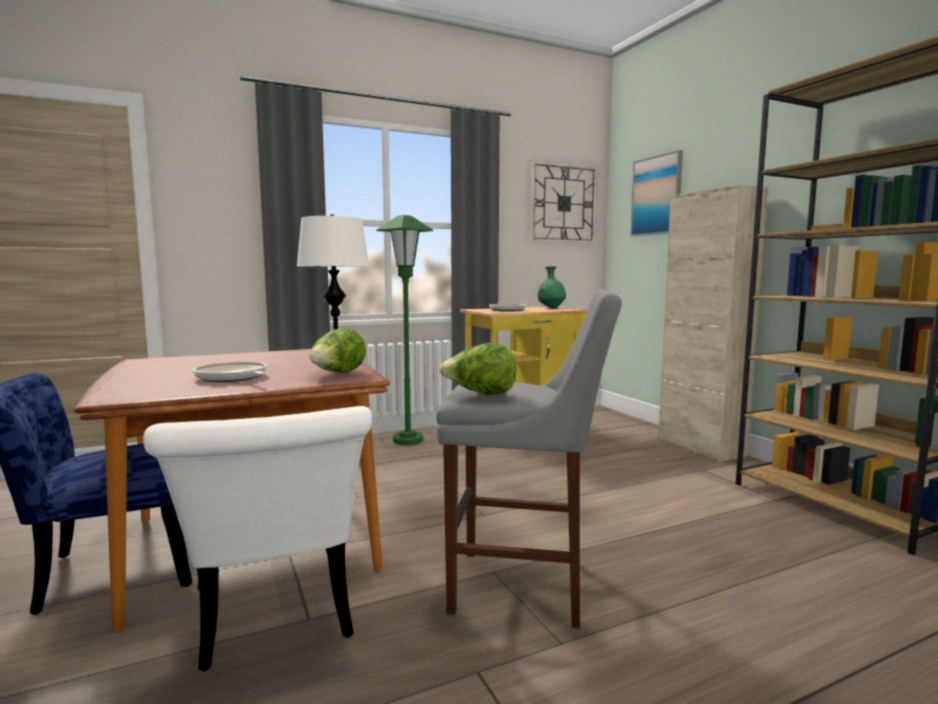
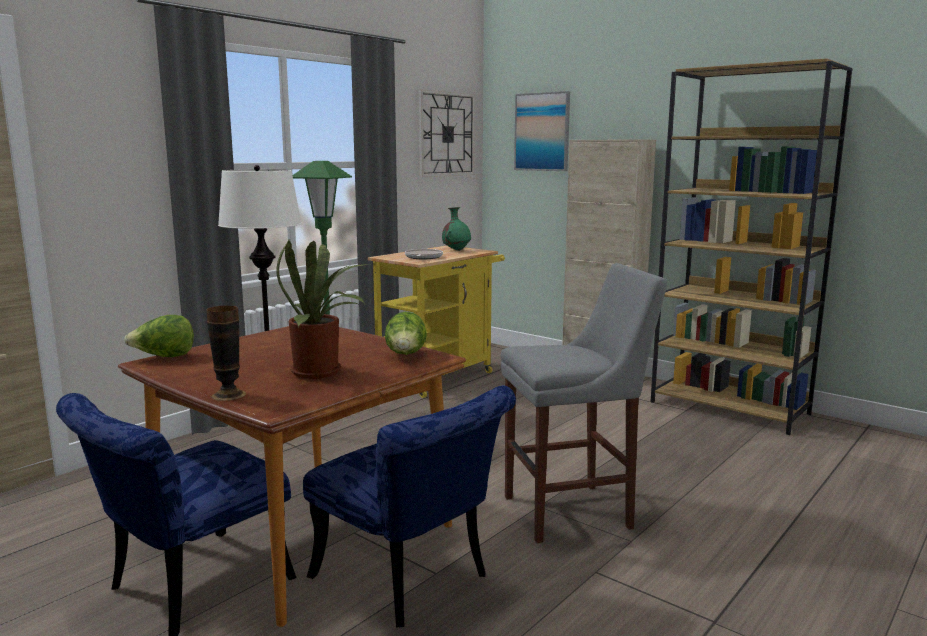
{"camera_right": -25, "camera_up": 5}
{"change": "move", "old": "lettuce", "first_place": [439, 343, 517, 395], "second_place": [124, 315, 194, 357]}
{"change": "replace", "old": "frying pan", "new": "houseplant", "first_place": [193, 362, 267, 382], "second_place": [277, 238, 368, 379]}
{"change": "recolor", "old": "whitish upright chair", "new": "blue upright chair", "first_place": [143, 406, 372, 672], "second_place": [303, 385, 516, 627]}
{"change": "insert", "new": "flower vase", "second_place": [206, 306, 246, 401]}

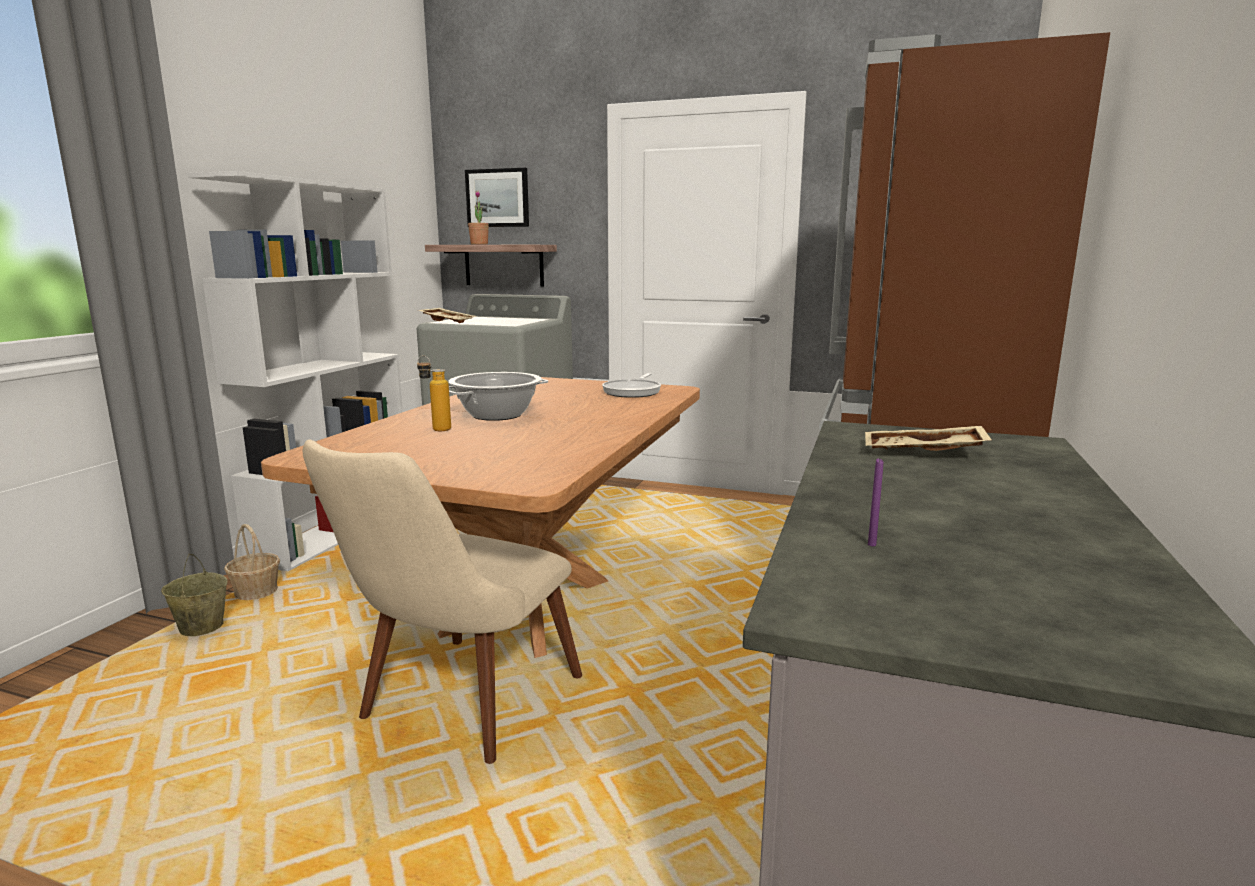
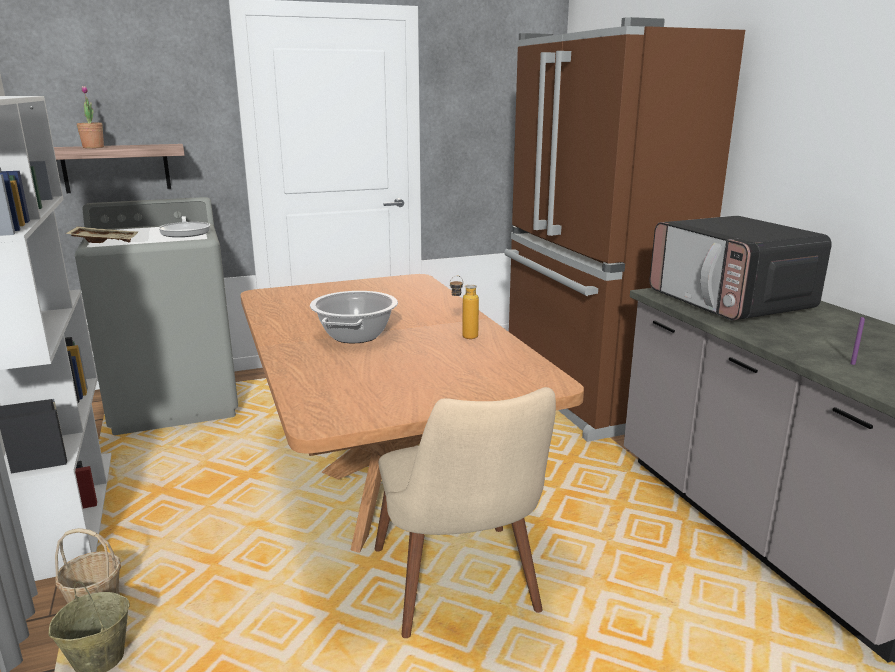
{"camera_right": -40, "camera_up": 5}
{"change": "delete", "old": "wall art", "first_place": [465, 168, 529, 227]}
{"change": "move", "old": "bottle", "first_place": [417, 355, 451, 431], "second_place": [450, 276, 479, 339]}
{"change": "move", "old": "frying pan", "first_place": [602, 373, 661, 398], "second_place": [158, 216, 210, 237]}
{"change": "replace", "old": "beige carrying tray", "new": "microwave", "first_place": [865, 426, 992, 451], "second_place": [650, 216, 832, 321]}

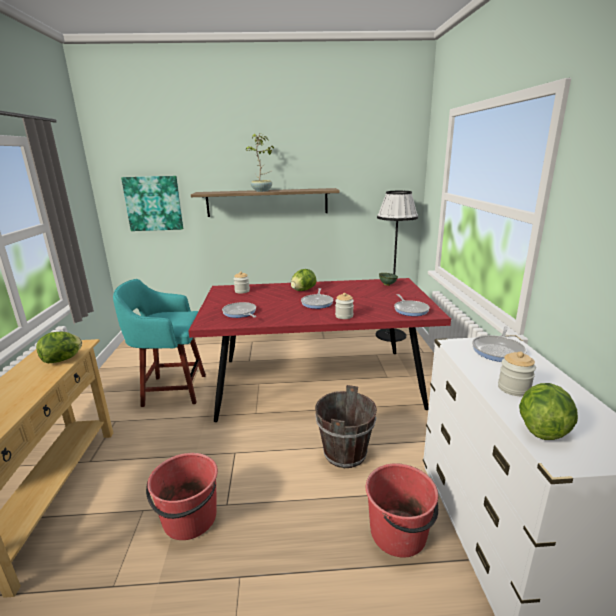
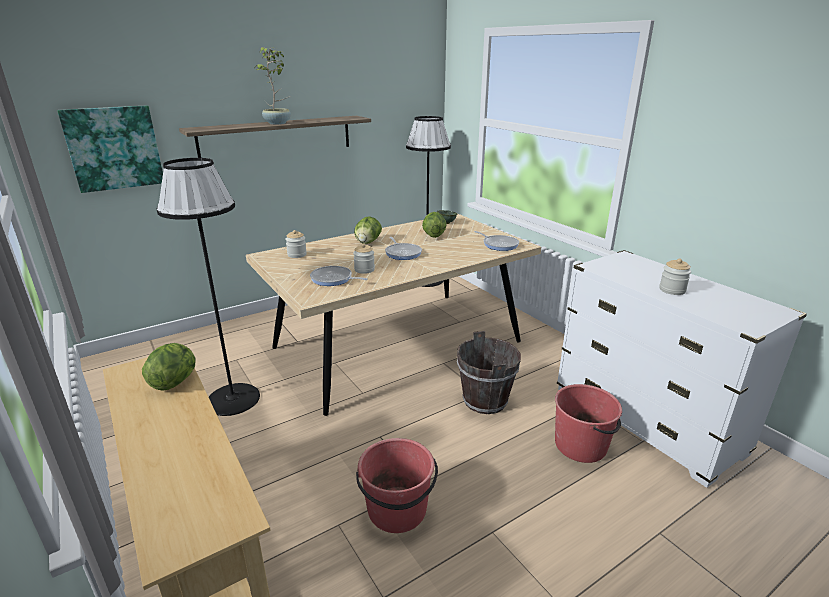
{"camera_right": -30, "camera_up": 5}
{"change": "recolor", "old": "reddish dinner table", "new": "beige dinner table", "first_place": [188, 278, 451, 422], "second_place": [246, 214, 541, 416]}
{"change": "replace", "old": "turquoise-coloured stool", "new": "black-coloured standing lamp", "first_place": [113, 279, 206, 407], "second_place": [157, 158, 260, 416]}
{"change": "move", "old": "storage jar", "first_place": [335, 293, 354, 319], "second_place": [353, 244, 375, 274]}
{"change": "delete", "old": "frying pan", "first_place": [472, 326, 527, 362]}
{"change": "move", "old": "lettuce", "first_place": [519, 383, 578, 440], "second_place": [422, 212, 447, 238]}

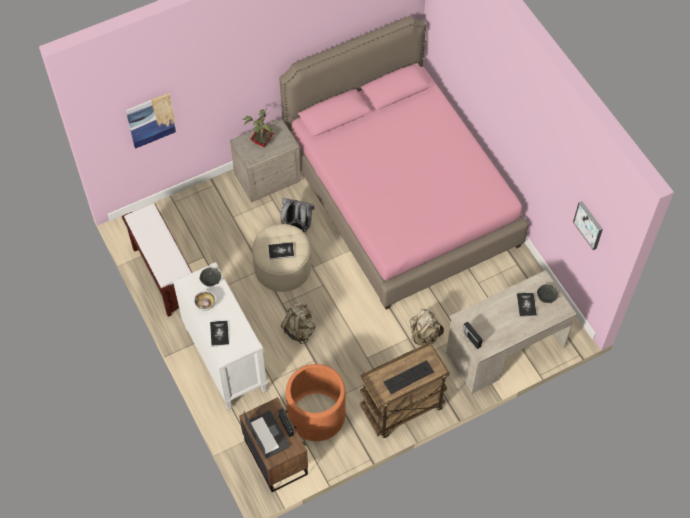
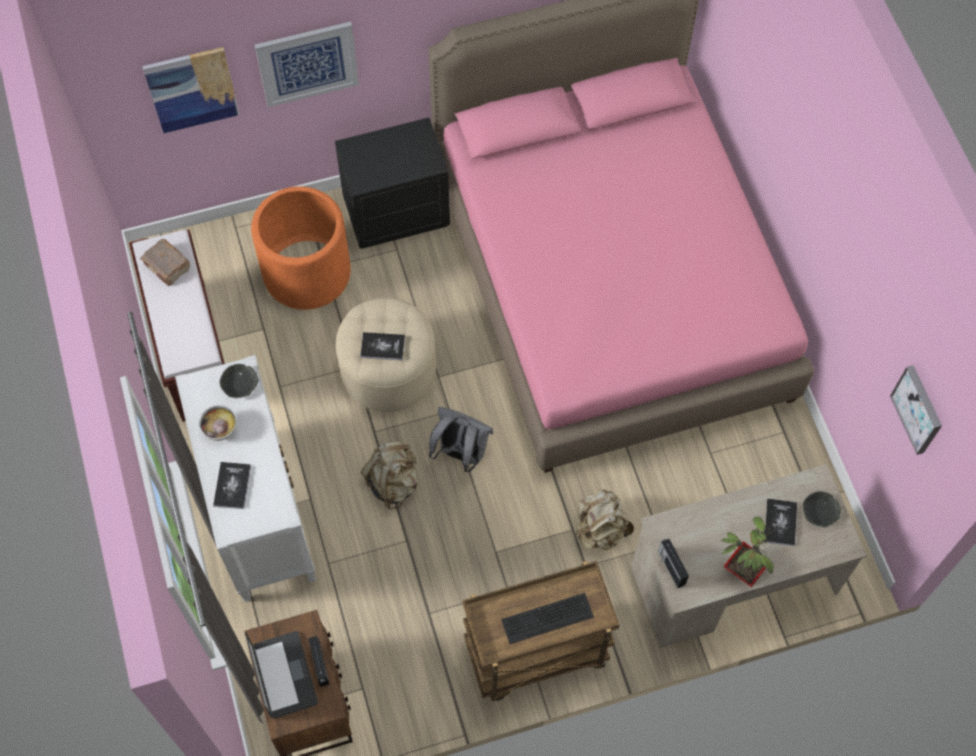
{"camera_right": 10, "camera_up": 5}
{"change": "move", "old": "houseplant", "first_place": [243, 107, 274, 147], "second_place": [720, 517, 775, 587]}
{"change": "recolor", "old": "beige night table", "new": "black-coloured night table", "first_place": [230, 118, 301, 202], "second_place": [335, 118, 450, 249]}
{"change": "move", "old": "gray backpack", "first_place": [281, 198, 315, 232], "second_place": [429, 407, 493, 472]}
{"change": "move", "old": "orange-coloured plant pot", "first_place": [286, 364, 346, 441], "second_place": [251, 186, 351, 310]}
{"change": "insert", "new": "wall art", "second_place": [255, 22, 359, 107]}
{"change": "insert", "new": "brown-coloured book", "second_place": [140, 239, 190, 286]}

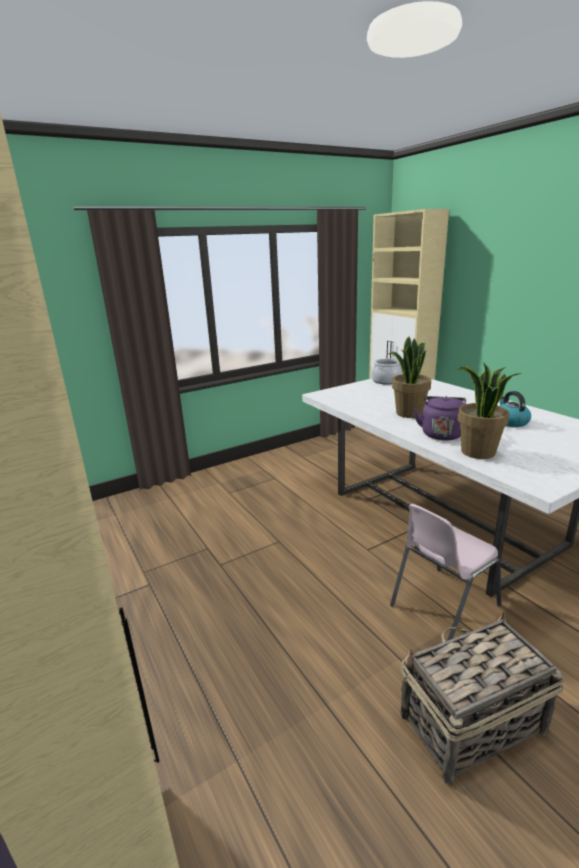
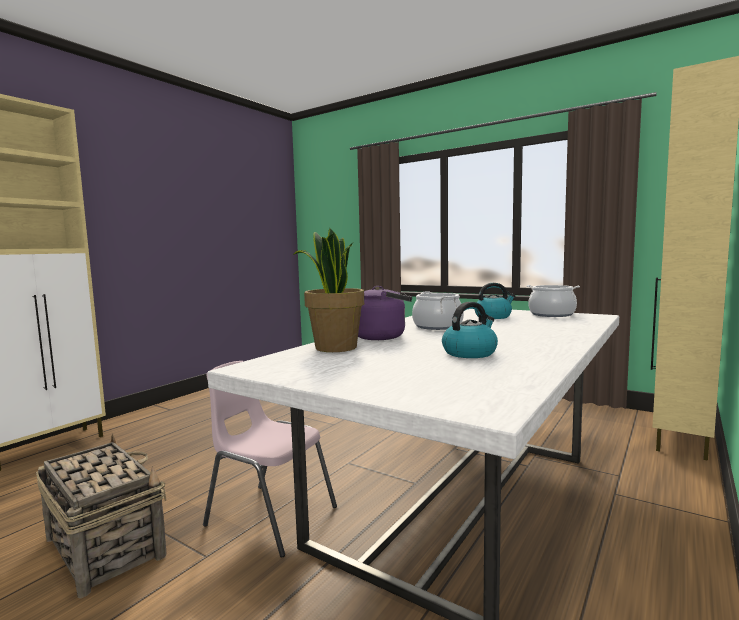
{"camera_right": 65, "camera_up": -15}
{"change": "replace", "old": "houseplant", "new": "cooking pot", "first_place": [389, 336, 431, 418], "second_place": [412, 292, 464, 330]}
{"change": "insert", "new": "kettle", "second_place": [475, 283, 515, 319]}

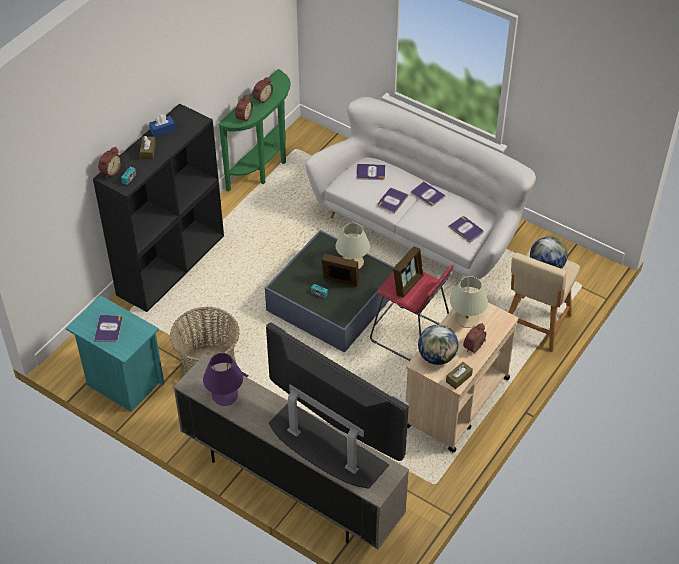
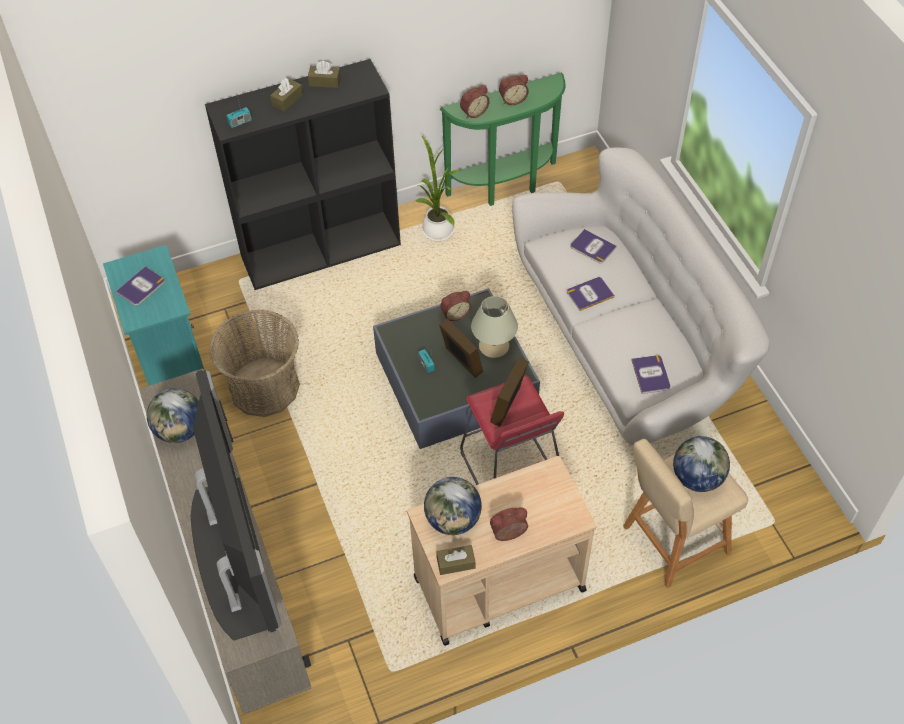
{"camera_right": 35, "camera_up": 5}
{"change": "recolor", "old": "blue tissue holder", "new": "brown-coloured tissue holder", "first_place": [149, 114, 176, 137], "second_place": [308, 61, 341, 88]}
{"change": "move", "old": "bedside clock", "first_place": [98, 147, 122, 178], "second_place": [440, 291, 472, 321]}
{"change": "delete", "old": "book", "first_place": [411, 181, 446, 206]}
{"change": "rotate", "old": "picture frame", "first_place": [393, 246, 423, 298], "second_place": [490, 357, 529, 427], "degrees": 135}
{"change": "delete", "old": "beige lamp for a table", "first_place": [450, 276, 488, 328]}
{"change": "replace", "old": "purple lamp for a table", "new": "globe", "first_place": [203, 353, 243, 406], "second_place": [147, 388, 199, 443]}
{"change": "insert", "new": "houseplant", "second_place": [416, 136, 462, 241]}

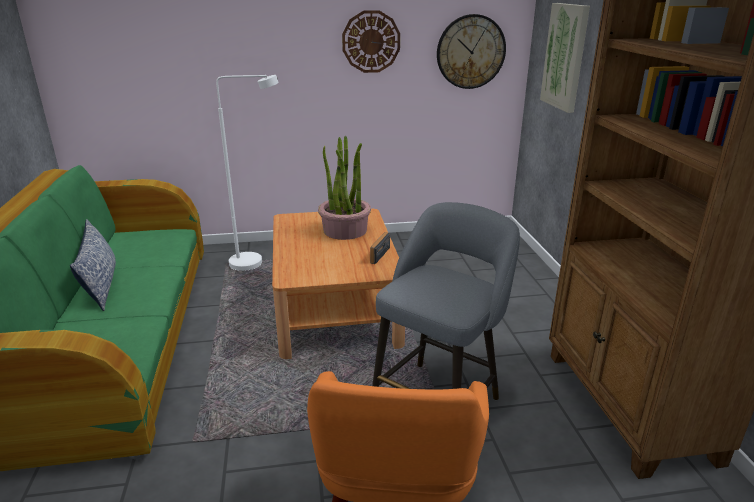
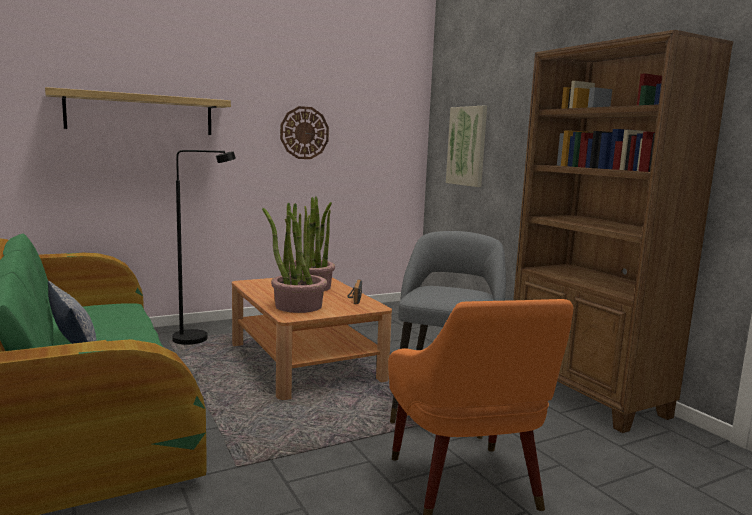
{"camera_right": -20, "camera_up": -15}
{"change": "delete", "old": "clock on the wall", "first_place": [437, 14, 506, 89]}
{"change": "recolor", "old": "whitish standing lamp", "new": "black-coloured standing lamp", "first_place": [216, 75, 279, 271], "second_place": [172, 150, 236, 345]}
{"change": "insert", "new": "wall shelf", "second_place": [45, 87, 231, 135]}
{"change": "insert", "new": "houseplant", "second_place": [262, 202, 327, 313]}

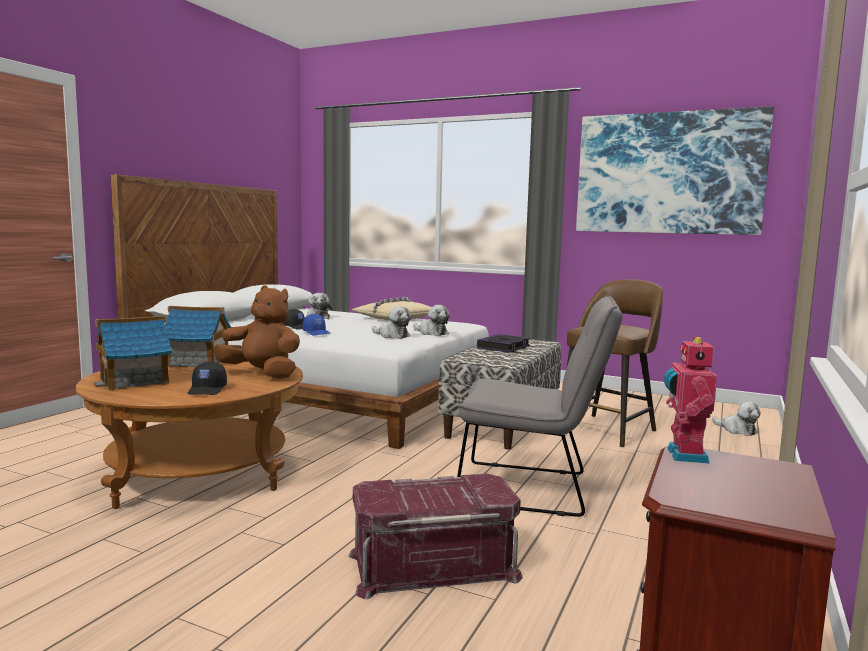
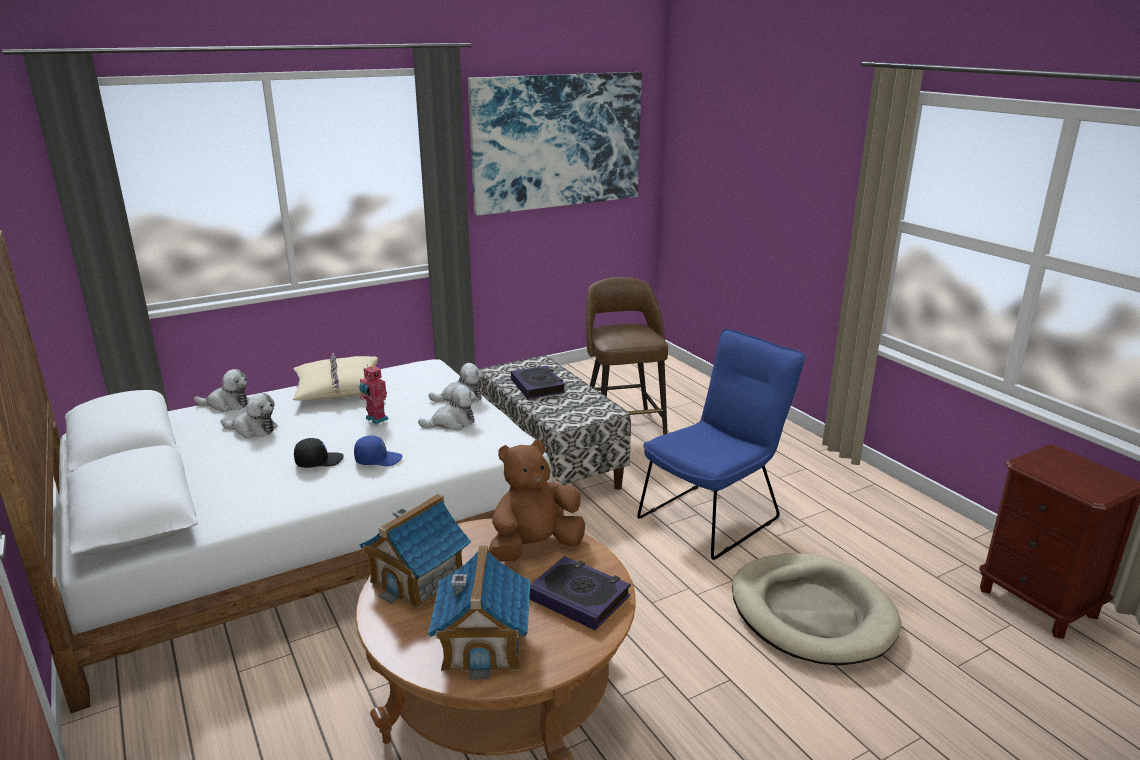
{"camera_right": -55, "camera_up": 15}
{"change": "recolor", "old": "gray upright chair", "new": "blue upright chair", "first_place": [457, 295, 623, 517], "second_place": [637, 329, 805, 560]}
{"change": "move", "old": "robot figure", "first_place": [664, 337, 717, 464], "second_place": [359, 365, 388, 424]}
{"change": "replace", "old": "black-coloured peaked cap", "new": "book", "first_place": [187, 361, 227, 395], "second_place": [529, 556, 631, 631]}
{"change": "move", "old": "soft toy", "first_place": [712, 402, 761, 436], "second_place": [194, 369, 249, 412]}
{"change": "replace", "old": "reddish storage container", "new": "beige dog bed", "first_place": [349, 474, 523, 599], "second_place": [732, 553, 901, 666]}

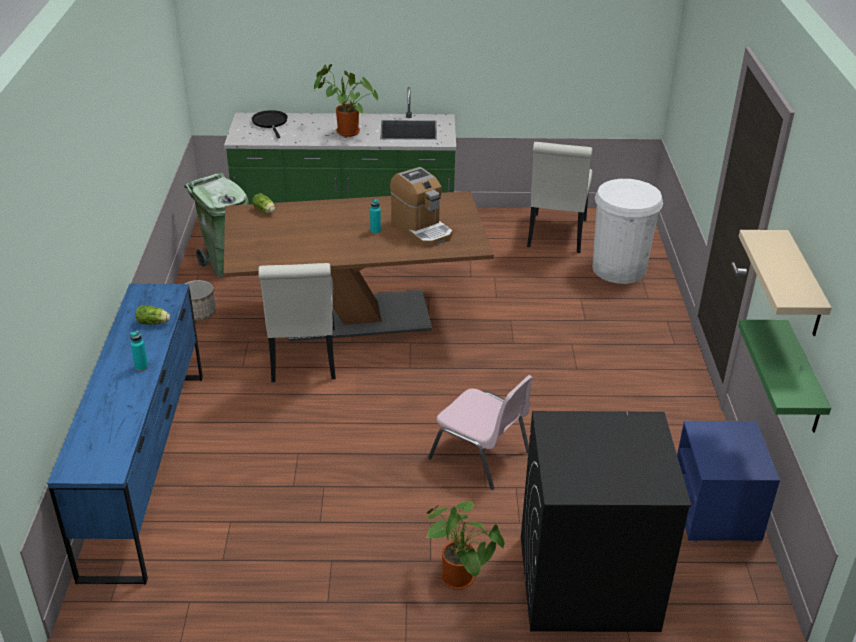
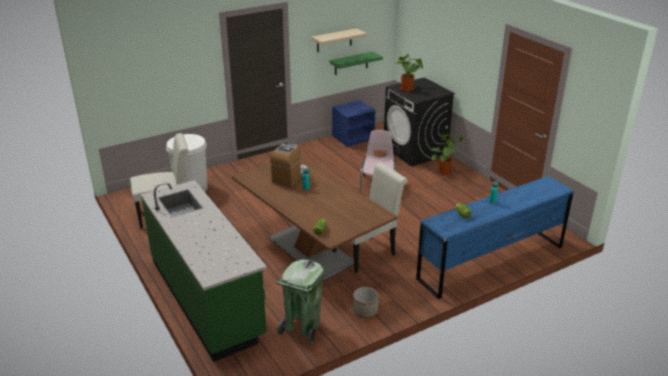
{"camera_right": -120, "camera_up": -5}
{"change": "move", "old": "houseplant", "first_place": [314, 64, 379, 137], "second_place": [395, 53, 423, 92]}
{"change": "delete", "old": "black-coloured frying pan", "first_place": [252, 110, 288, 138]}

